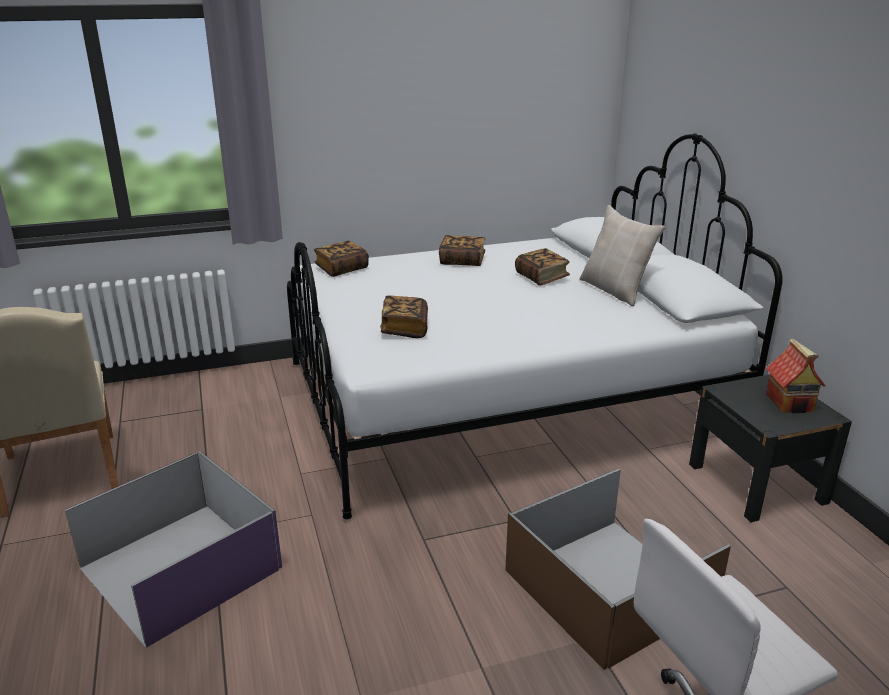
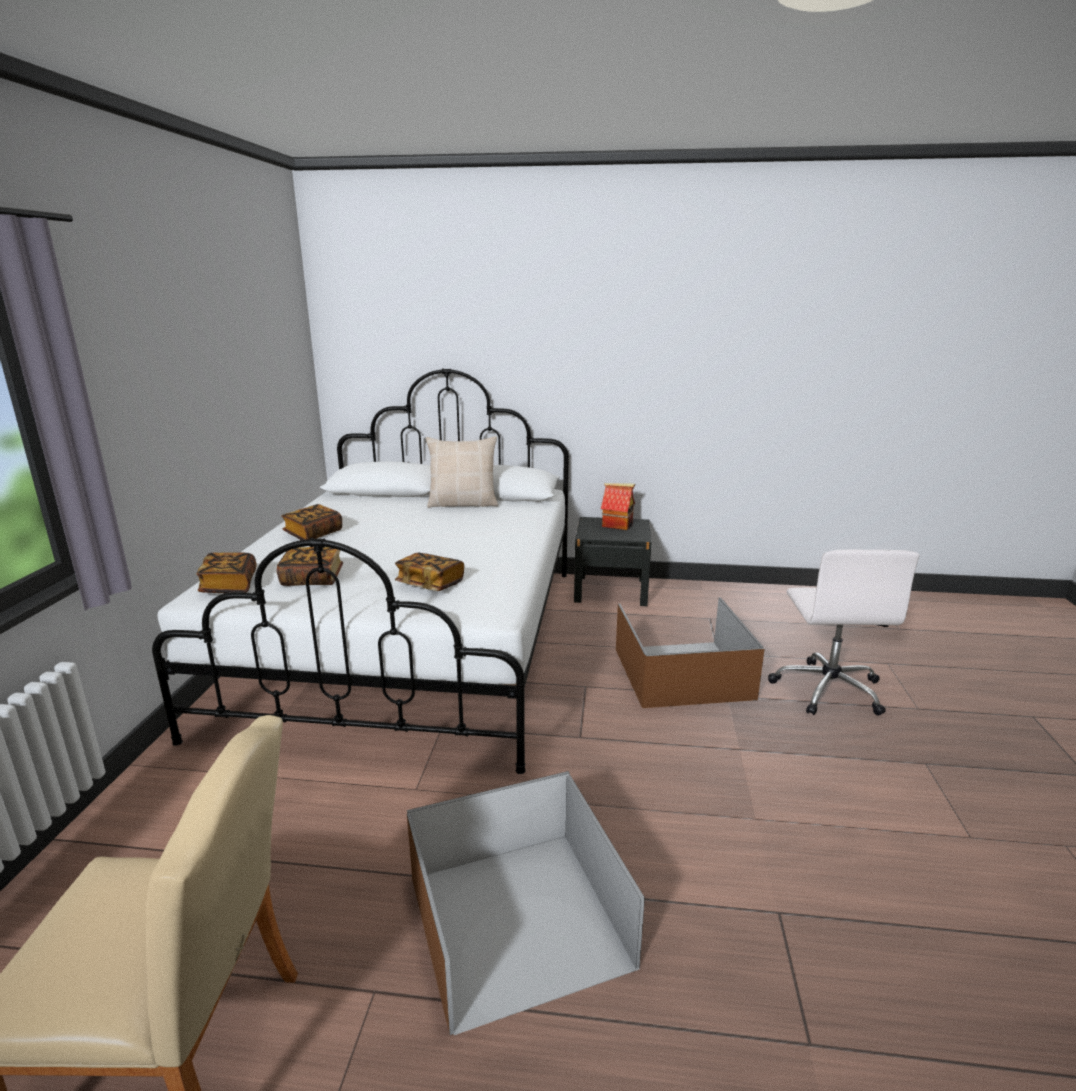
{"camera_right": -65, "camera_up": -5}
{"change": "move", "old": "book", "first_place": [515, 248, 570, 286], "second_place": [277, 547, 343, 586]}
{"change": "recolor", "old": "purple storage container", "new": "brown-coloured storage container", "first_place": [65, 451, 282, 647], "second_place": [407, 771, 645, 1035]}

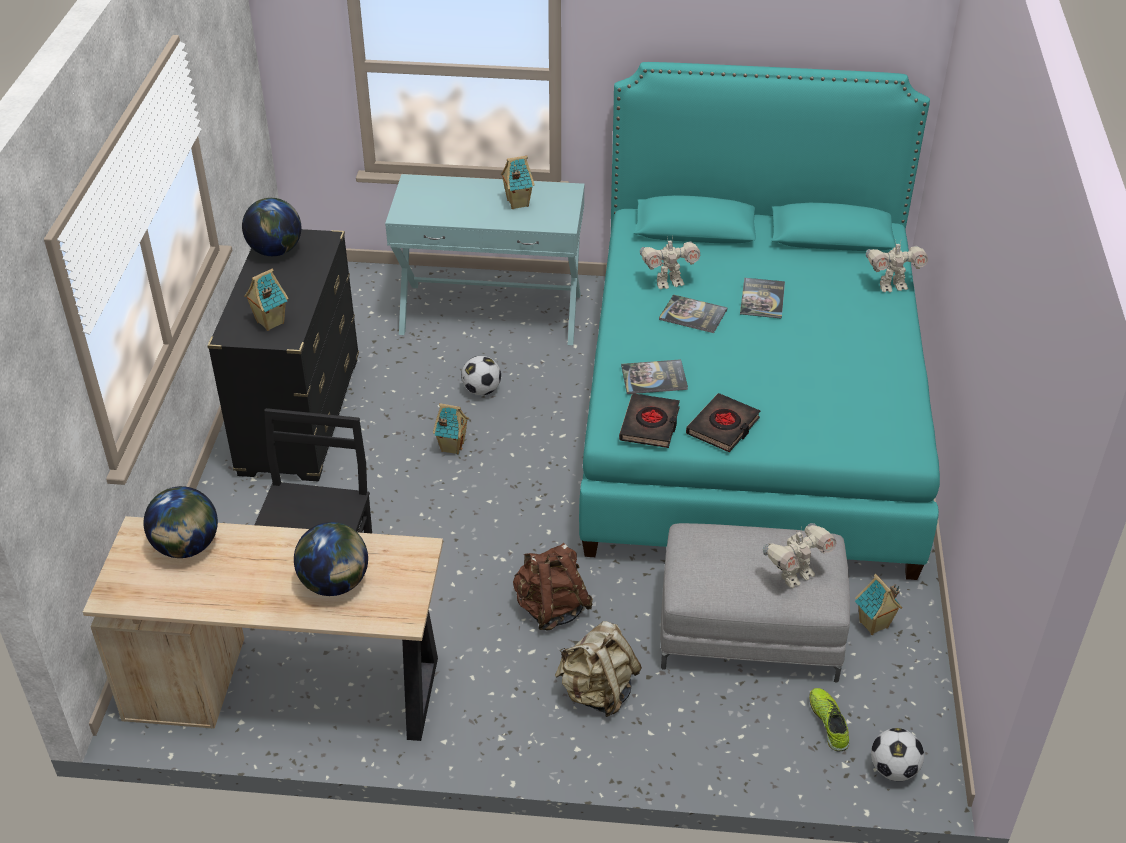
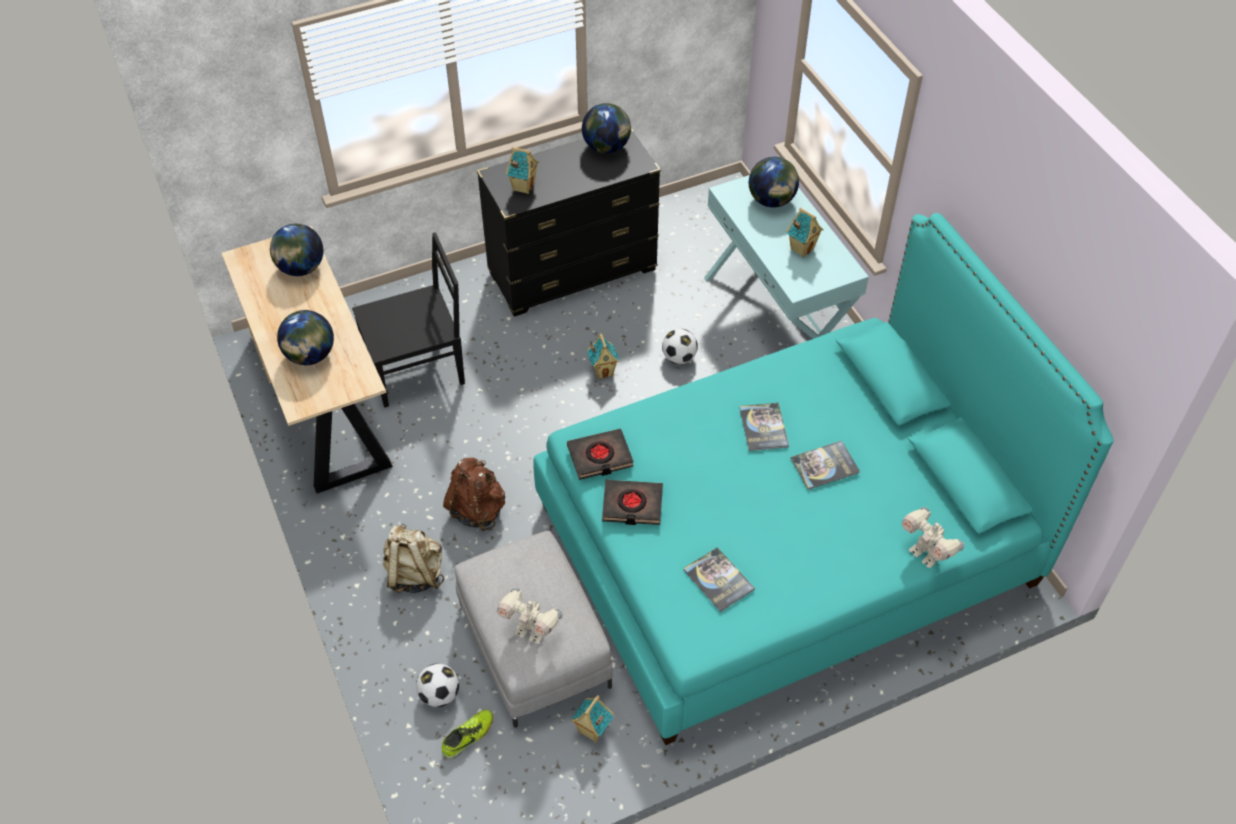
{"camera_right": 60, "camera_up": 10}
{"change": "delete", "old": "robot figure", "first_place": [640, 236, 700, 289]}
{"change": "move", "old": "book", "first_place": [621, 359, 688, 394], "second_place": [684, 547, 755, 612]}
{"change": "move", "old": "football ball", "first_place": [871, 728, 924, 781], "second_place": [416, 663, 459, 707]}
{"change": "insert", "new": "globe", "second_place": [749, 157, 799, 208]}

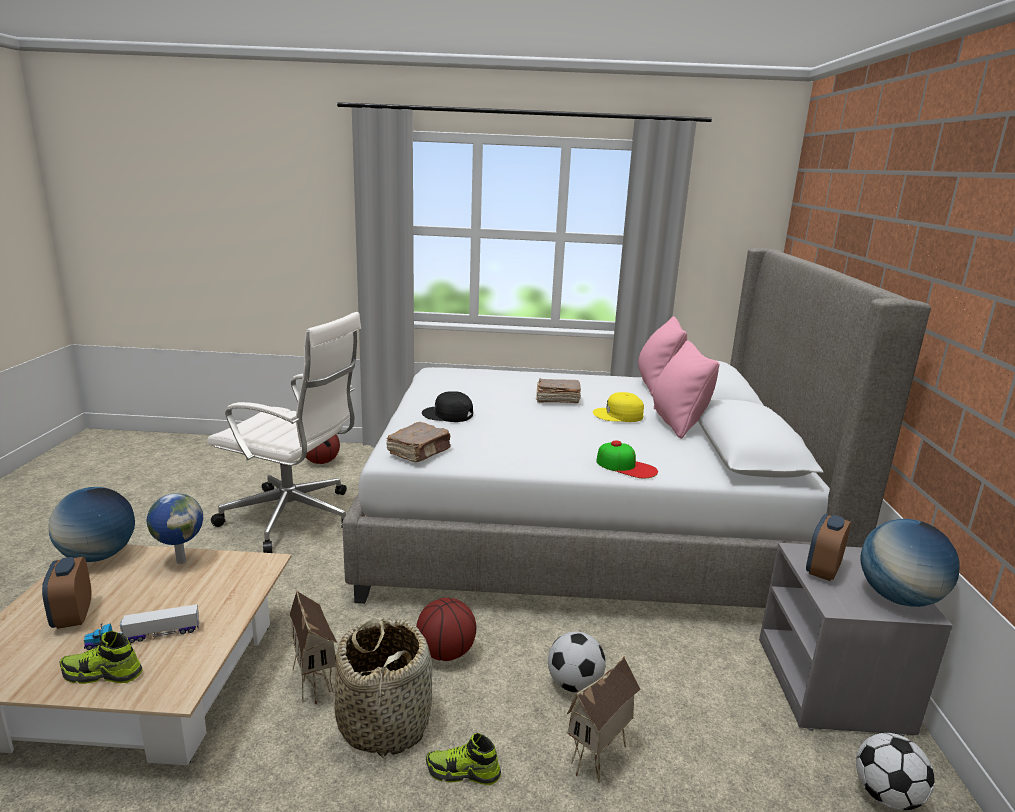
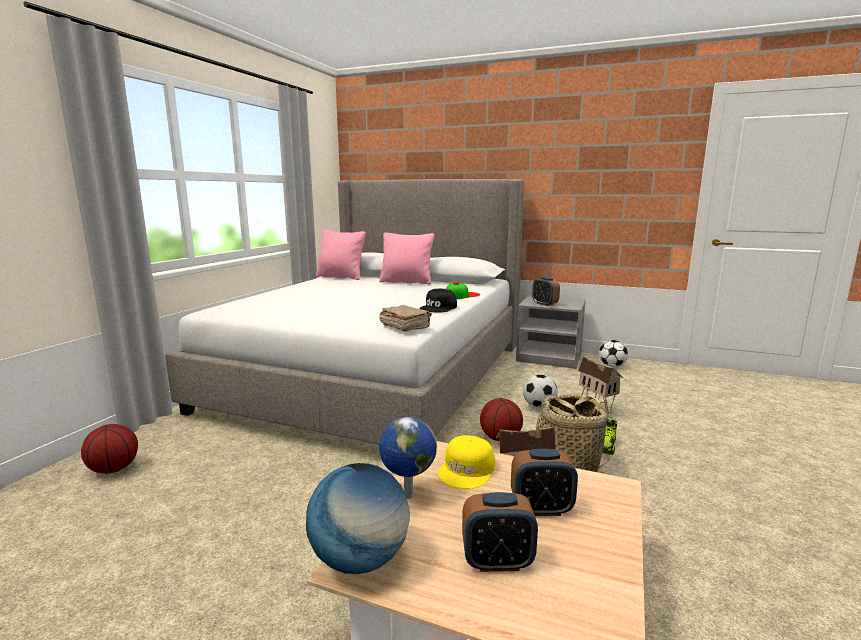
{"camera_right": -70, "camera_up": -5}
{"change": "delete", "old": "whitish desk chair", "first_place": [207, 312, 361, 553]}
{"change": "delete", "old": "brown-coloured book", "first_place": [536, 379, 581, 403]}
{"change": "move", "old": "black-coloured peaked cap", "first_place": [422, 391, 473, 422], "second_place": [419, 289, 457, 312]}
{"change": "move", "old": "yellowish peaked cap", "first_place": [593, 392, 644, 422], "second_place": [438, 435, 495, 489]}
{"change": "delete", "old": "globe", "first_place": [860, 519, 959, 607]}
{"change": "replace", "old": "toy truck", "new": "bedside clock", "first_place": [84, 604, 199, 650], "second_place": [511, 449, 578, 516]}
{"change": "delete", "old": "shoe", "first_place": [60, 631, 142, 684]}

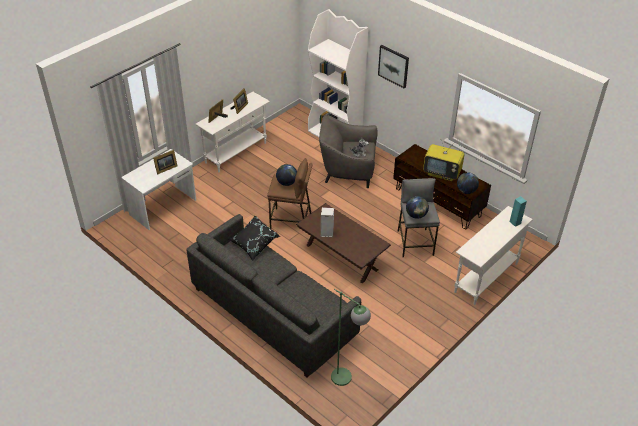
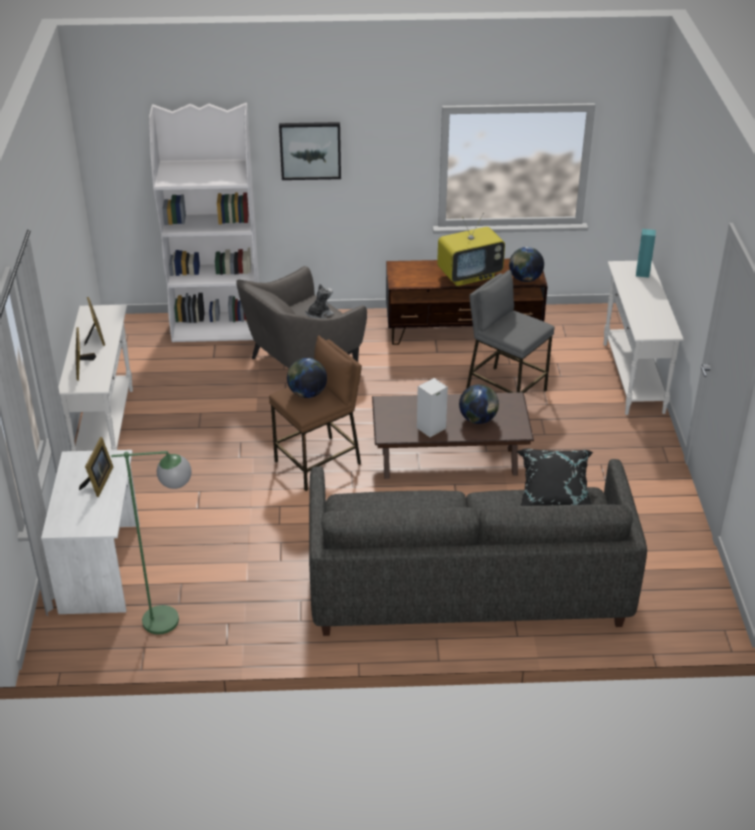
{"camera_right": -45, "camera_up": -5}
{"change": "move", "old": "globe", "first_place": [406, 196, 429, 219], "second_place": [459, 384, 499, 424]}
{"change": "move", "old": "black-coloured cushion", "first_place": [229, 216, 280, 261], "second_place": [517, 448, 594, 506]}
{"change": "move", "old": "greenish standing lamp", "first_place": [331, 289, 371, 386], "second_place": [111, 451, 192, 634]}

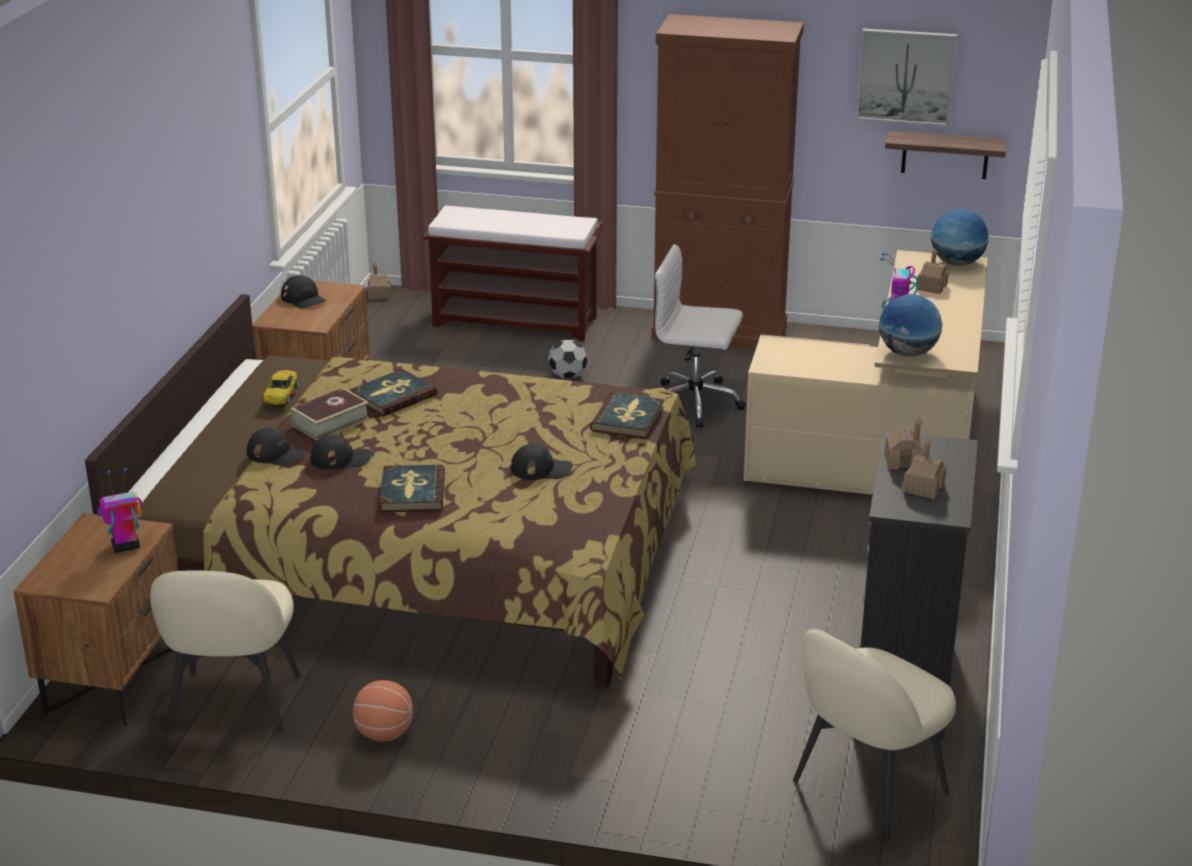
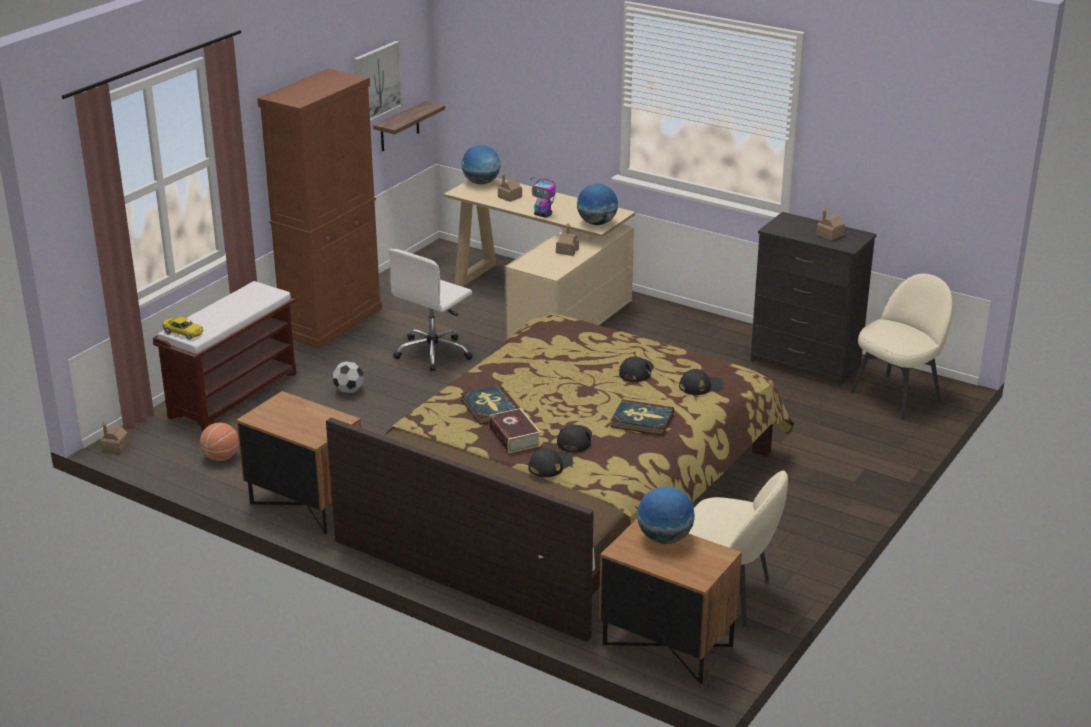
{"camera_right": -70, "camera_up": 0}
{"change": "move", "old": "black-coloured peaked cap", "first_place": [281, 275, 326, 309], "second_place": [679, 369, 723, 395]}
{"change": "move", "old": "yellowish toy car", "first_place": [262, 370, 299, 405], "second_place": [162, 317, 203, 340]}
{"change": "delete", "old": "book", "first_place": [590, 392, 664, 439]}
{"change": "move", "old": "miniature house", "first_place": [884, 417, 923, 469], "second_place": [556, 223, 579, 256]}
{"change": "replace", "old": "robot figure", "new": "globe", "first_place": [97, 468, 143, 553], "second_place": [637, 486, 695, 544]}
{"change": "rotate", "old": "beige upright chair", "first_place": [793, 629, 956, 840], "second_place": [850, 273, 953, 420], "degrees": -105}
{"change": "move", "old": "basketball ball", "first_place": [353, 680, 413, 741], "second_place": [200, 423, 239, 461]}

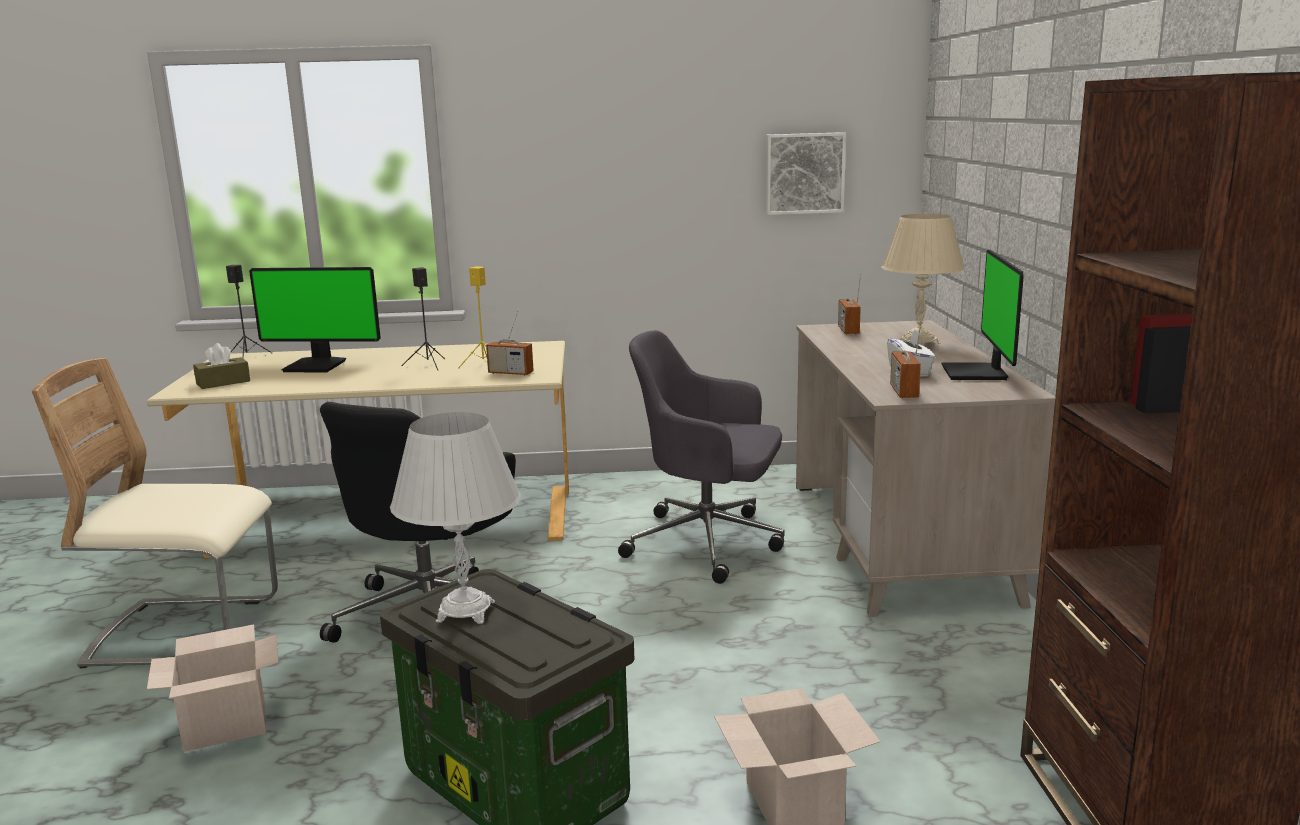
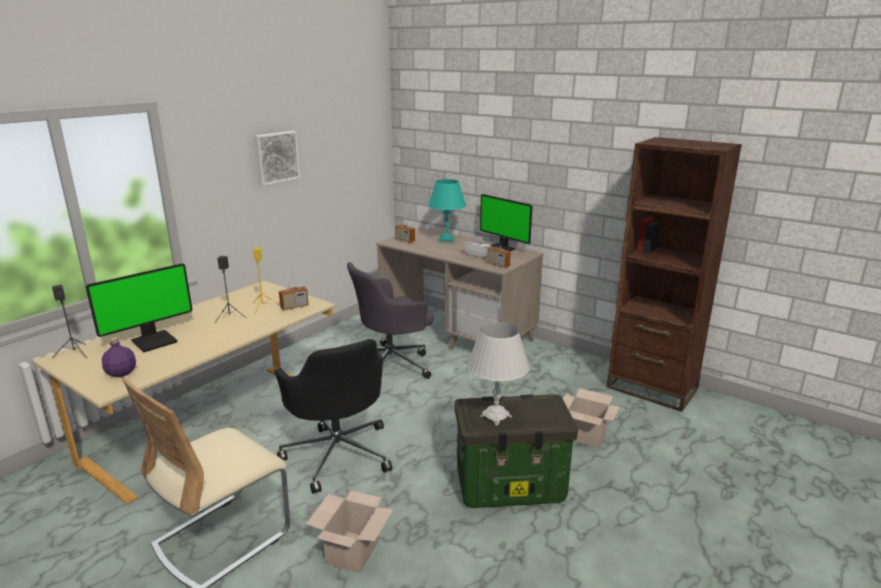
{"camera_right": -50, "camera_up": 5}
{"change": "move", "old": "wall art", "first_place": [766, 132, 846, 215], "second_place": [254, 131, 300, 186]}
{"change": "recolor", "old": "beige lamp for a table", "new": "turquoise-coloured lamp for a table", "first_place": [881, 214, 965, 346], "second_place": [428, 179, 466, 243]}
{"change": "replace", "old": "brown-coloured tissue holder", "new": "purple bottle", "first_place": [193, 343, 250, 389], "second_place": [102, 337, 136, 377]}

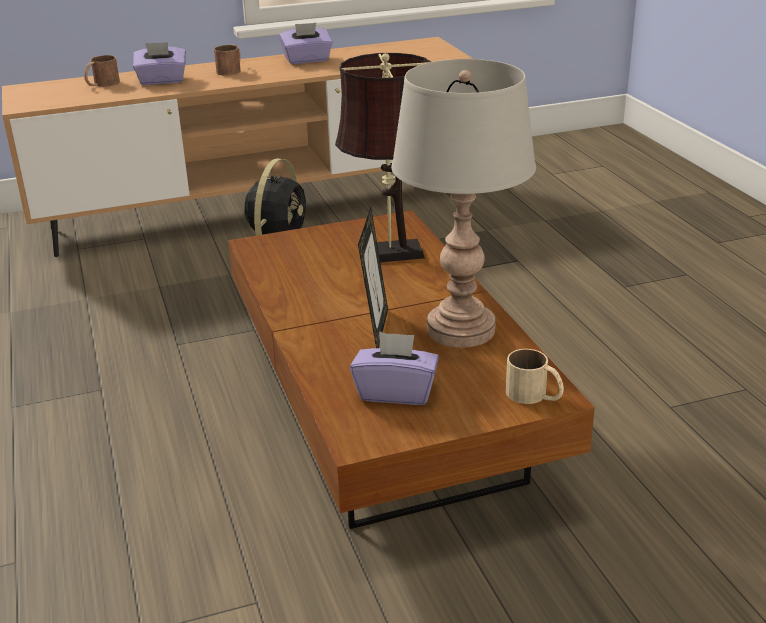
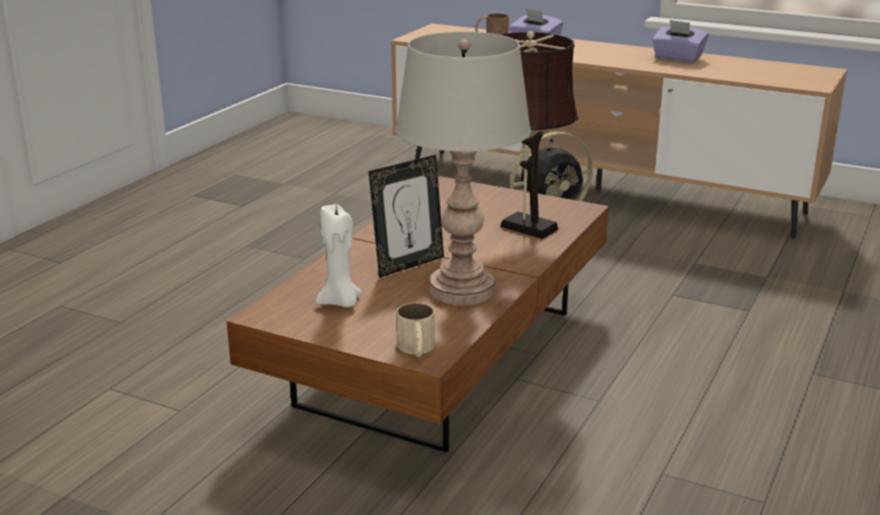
{"camera_right": 45, "camera_up": -5}
{"change": "delete", "old": "brown-coloured mug", "first_place": [214, 44, 241, 76]}
{"change": "replace", "old": "purple tissue holder", "new": "whitish wax candle", "first_place": [350, 332, 439, 405], "second_place": [316, 204, 362, 307]}

